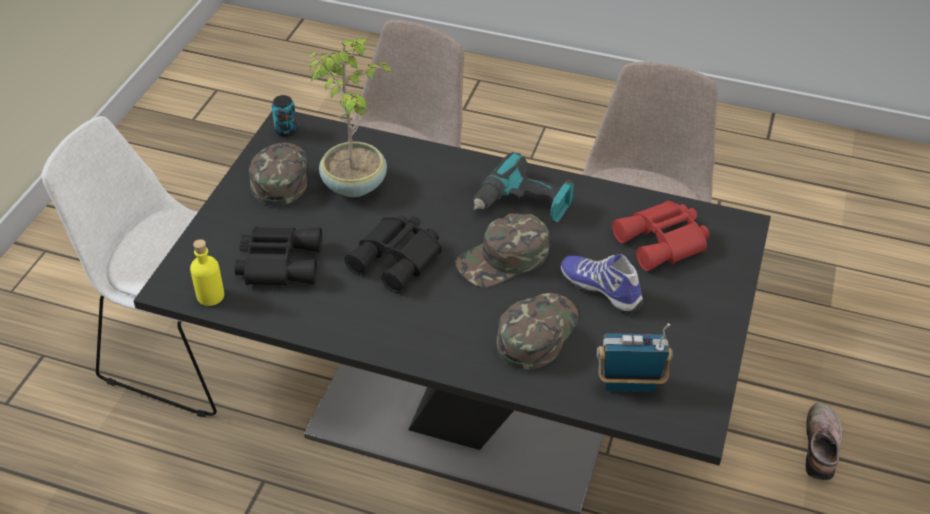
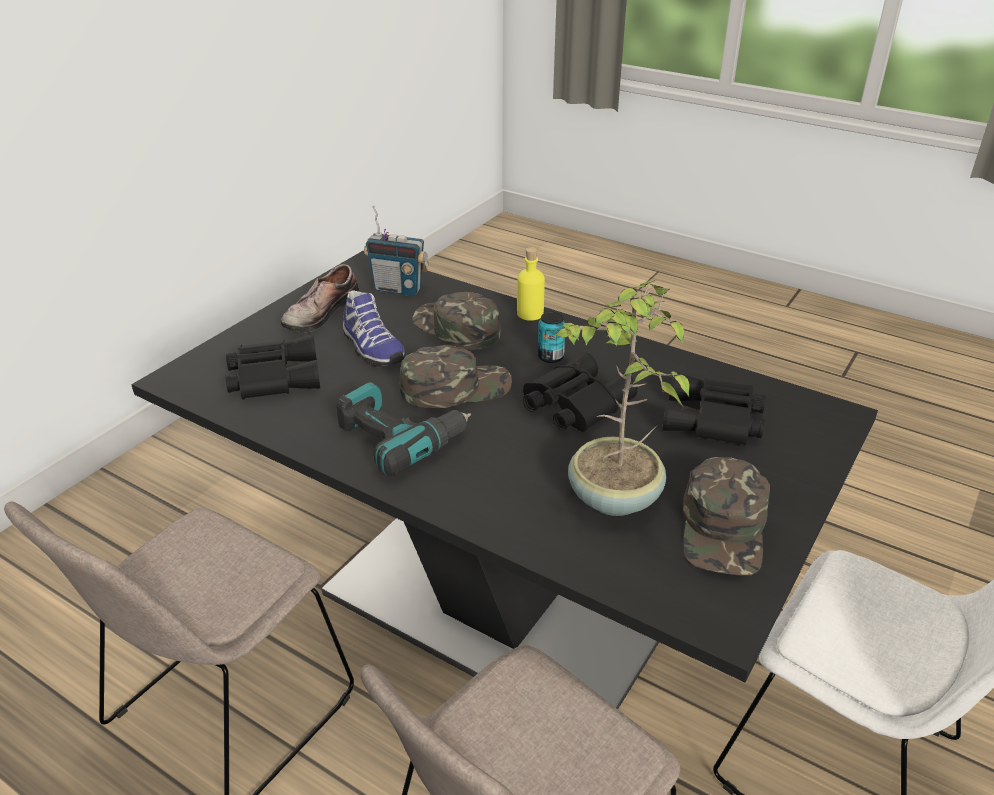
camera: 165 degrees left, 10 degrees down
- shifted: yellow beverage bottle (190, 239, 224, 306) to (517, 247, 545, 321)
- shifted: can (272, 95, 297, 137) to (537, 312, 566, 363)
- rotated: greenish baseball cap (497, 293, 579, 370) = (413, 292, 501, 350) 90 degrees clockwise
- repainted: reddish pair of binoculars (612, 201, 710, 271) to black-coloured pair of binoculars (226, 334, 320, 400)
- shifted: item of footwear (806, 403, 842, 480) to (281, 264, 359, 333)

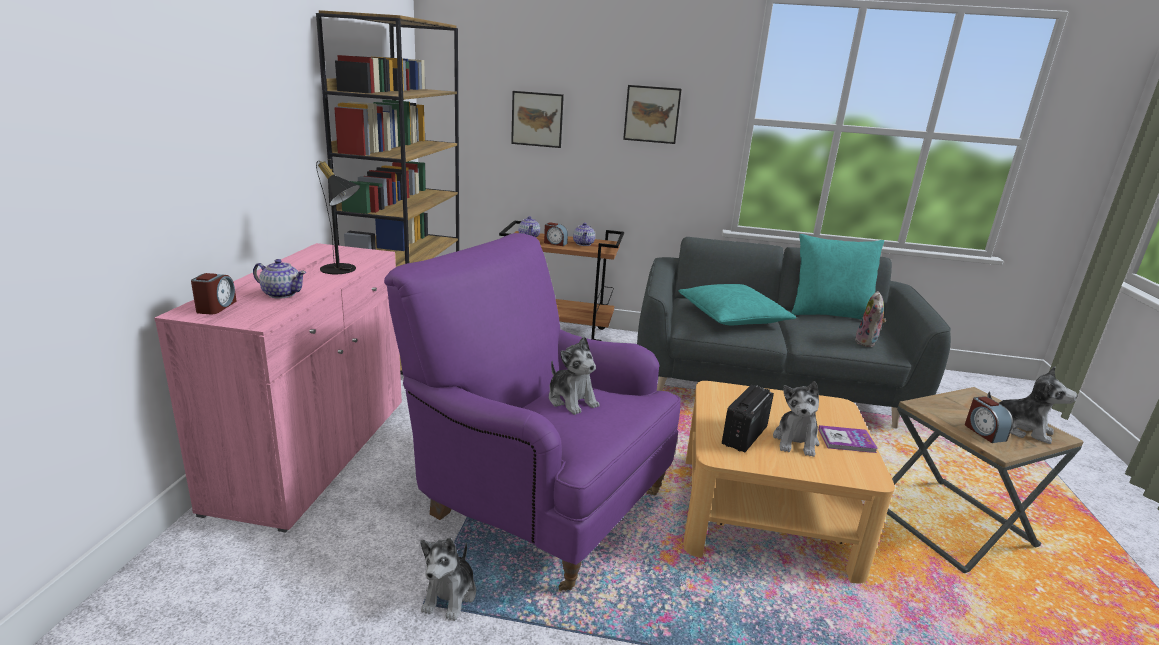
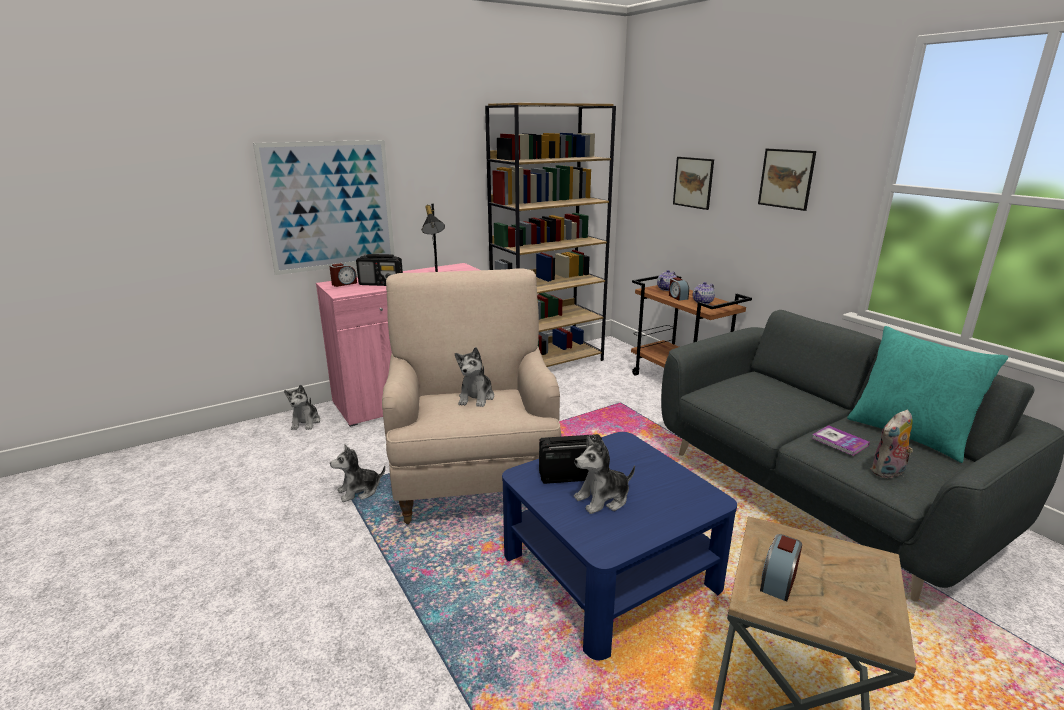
camera: 50 degrees right, 0 degrees up
- swapped: teapot (253, 259, 306, 299) to radio (356, 254, 403, 286)
- repainted: purplish armchair (384, 233, 681, 591) to beige armchair (382, 268, 561, 524)
- gone: turquoise-coloured throw pillow (678, 284, 797, 325)
- repainted: beige low table (683, 381, 895, 584) to blue-coloured low table (502, 432, 737, 660)
- shifted: volume (818, 425, 878, 453) to (812, 425, 870, 456)
- shifted: soft toy (987, 366, 1077, 444) to (284, 385, 320, 430)
- new: picture (253, 140, 395, 275)

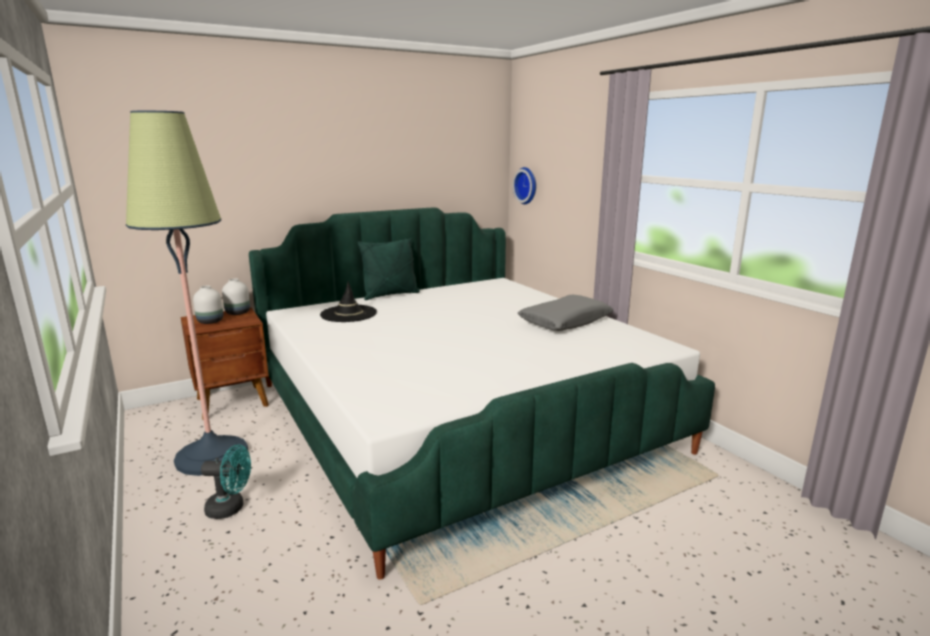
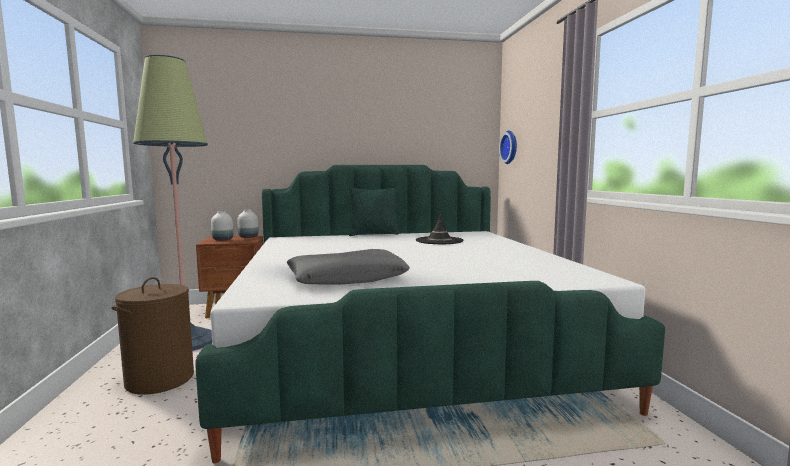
camera: 20 degrees right, 10 degrees down
- swapped: turquoise-coloured fan (201, 444, 251, 519) to brownish laundry basket (112, 277, 194, 395)
- shifted: black-coloured clothing hat (320, 281, 377, 322) to (416, 213, 464, 244)
- shifted: greyish throw pillow (518, 295, 614, 331) to (287, 249, 410, 285)

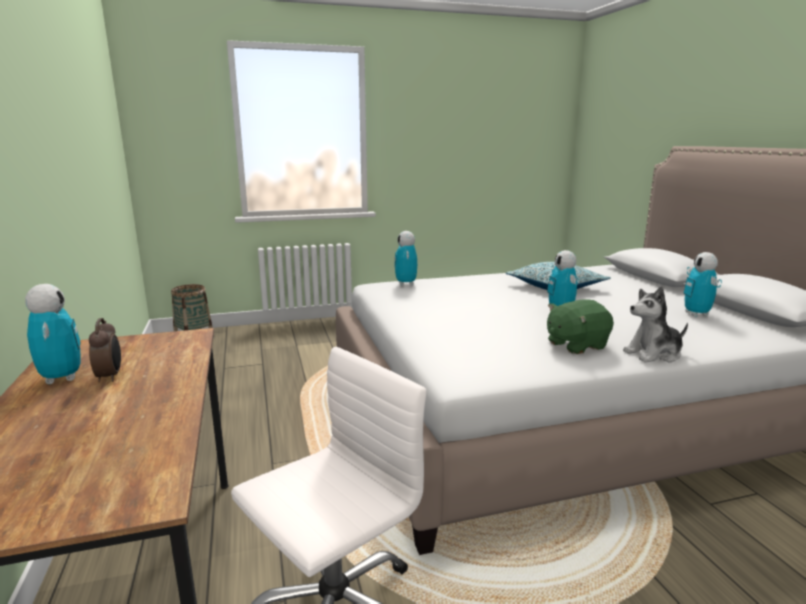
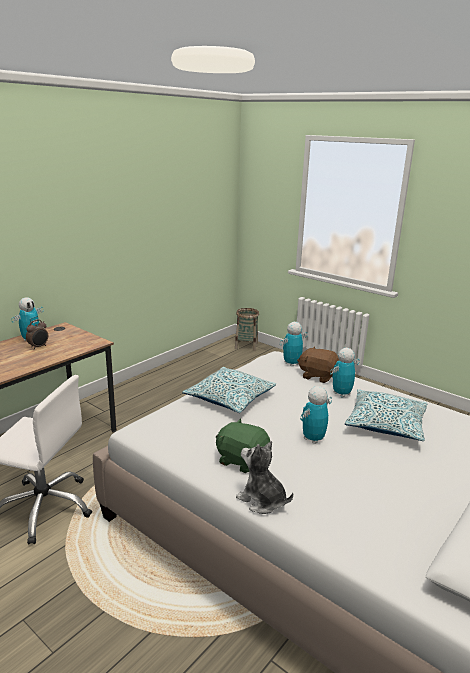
camera: 55 degrees right, 5 degrees up
- shifted: robot figure (683, 252, 722, 317) to (330, 348, 359, 397)
- new: throw pillow (182, 367, 276, 413)
- new: brownish soft toy (297, 346, 339, 383)

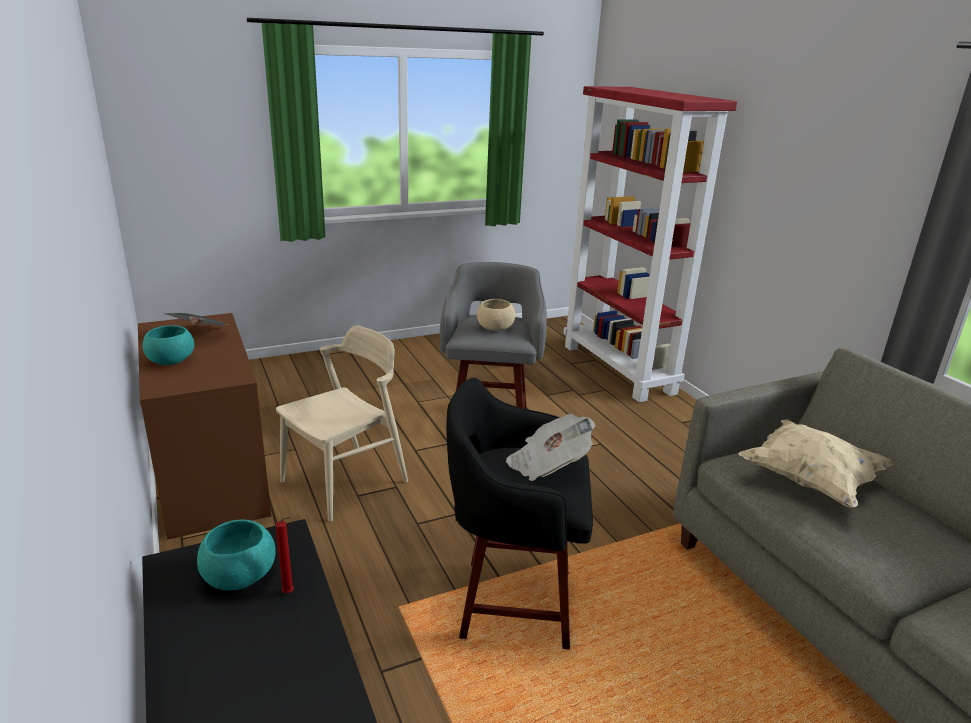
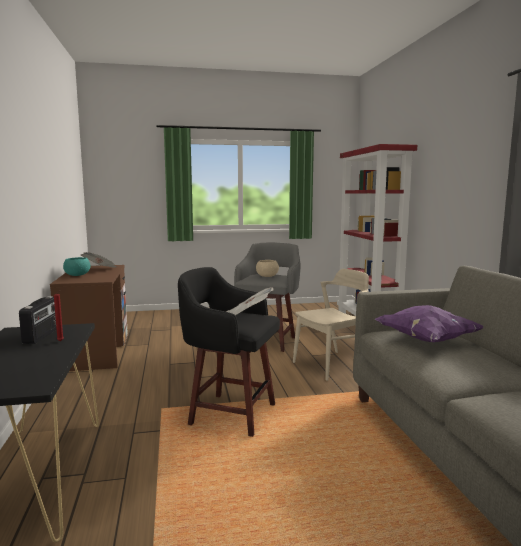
camera: 15 degrees right, 15 degrees down
- swapped: turquoise-coloured deep dish (197, 520, 275, 590) to radio (19, 296, 56, 344)
- shifted: beige chair (276, 325, 408, 522) to (293, 269, 369, 381)
- repainted: beige throw pillow (738, 419, 893, 508) to purplish throw pillow (375, 305, 484, 342)

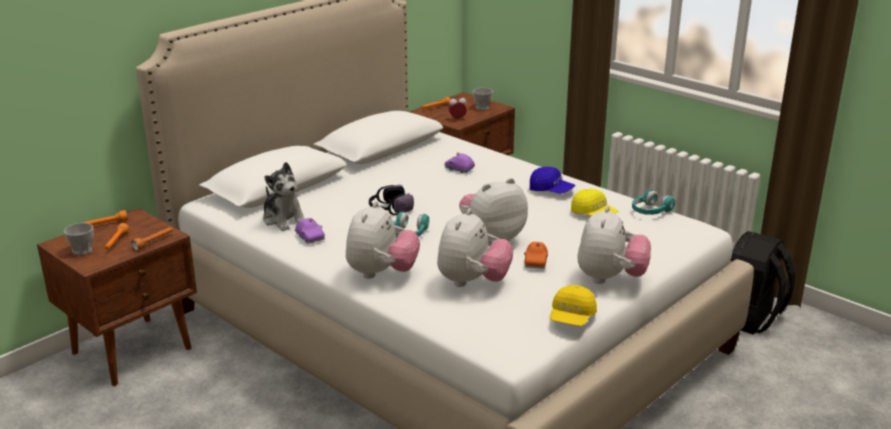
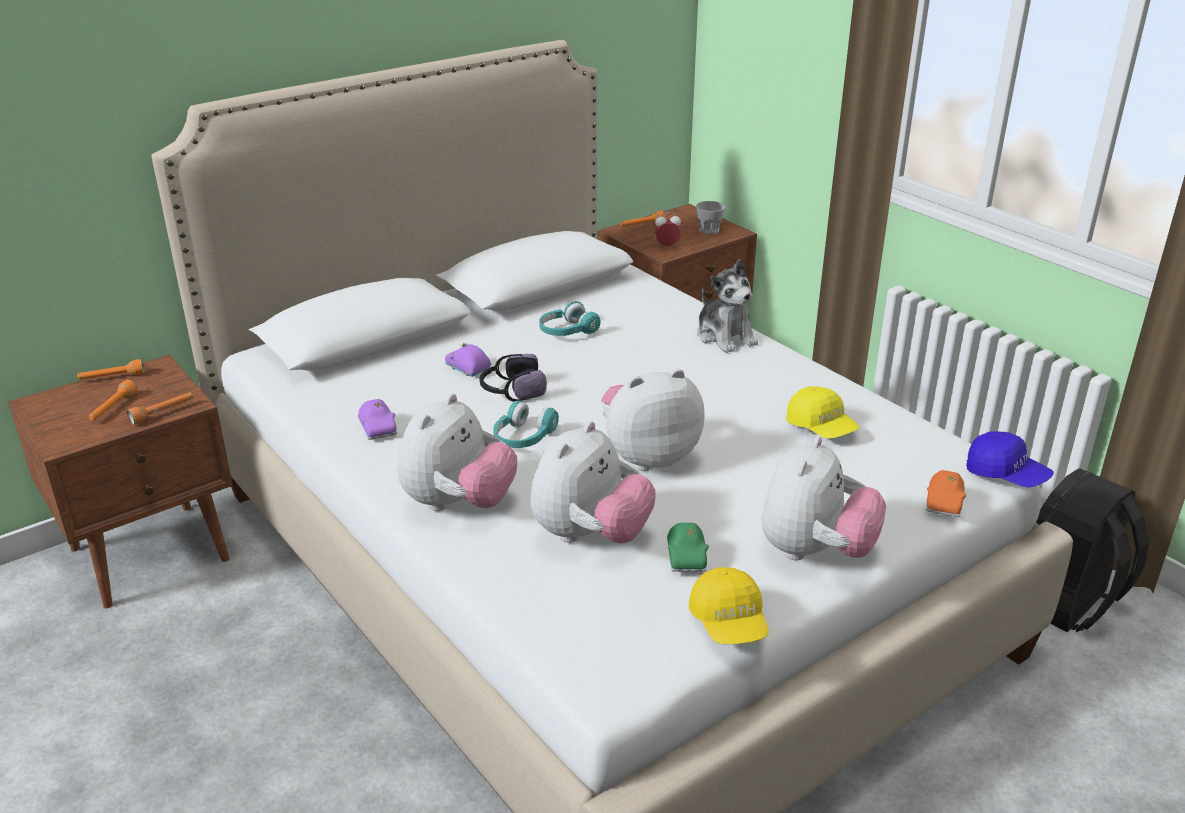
camera: 10 degrees right, 5 degrees up
- gone: drinking cup (64, 223, 94, 255)
- shifted: soft toy (263, 162, 305, 231) to (697, 259, 758, 353)
- shifted: purplish miniature car (445, 152, 475, 173) to (445, 342, 492, 377)
- shifted: orange-coloured miniature car (524, 242, 548, 269) to (926, 470, 966, 517)
- shifted: blue-coloured baseball cap (530, 167, 576, 194) to (966, 431, 1054, 488)
- rotated: yellow baseball cap (550, 285, 597, 326) = (689, 567, 769, 644) 45 degrees counterclockwise
- shifted: turquoise-coloured pair of headphones (632, 189, 675, 215) to (539, 301, 601, 336)
- new: greenish miniature car (667, 523, 709, 572)

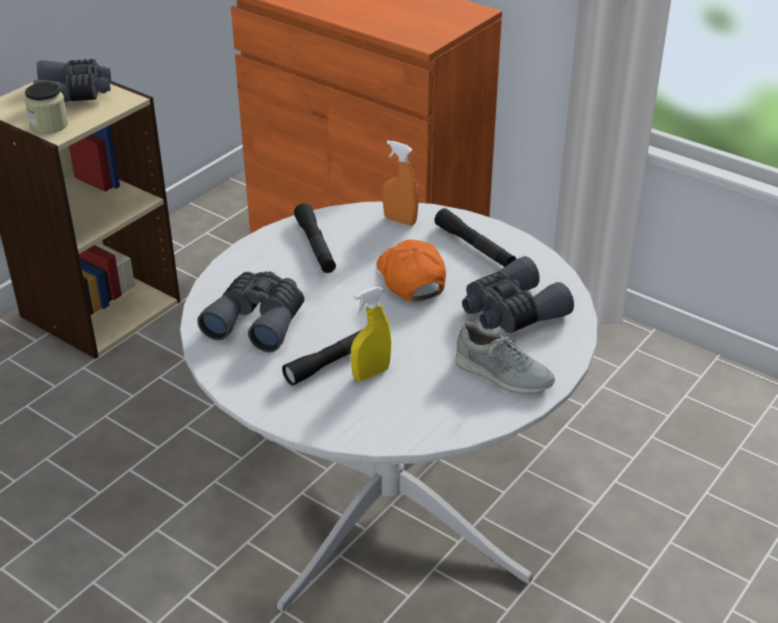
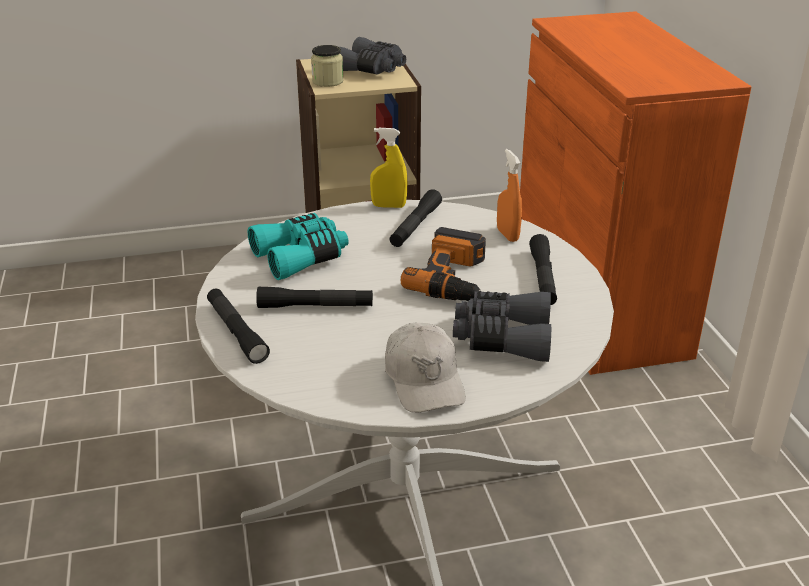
camera: 40 degrees right, 5 degrees down
- repainted: greyish pair of binoculars (197, 271, 305, 352) to turquoise-coloured pair of binoculars (248, 213, 349, 280)
- shifted: yellow hand sprayer (351, 286, 391, 381) to (370, 128, 407, 208)
- swapped: orange-coloured baseball cap (377, 239, 446, 302) to power drill (401, 227, 486, 301)
- swapped: greyish item of footwear (455, 322, 555, 394) to white baseball cap (385, 323, 466, 413)
- new: black-coloured hand torch (207, 289, 270, 364)

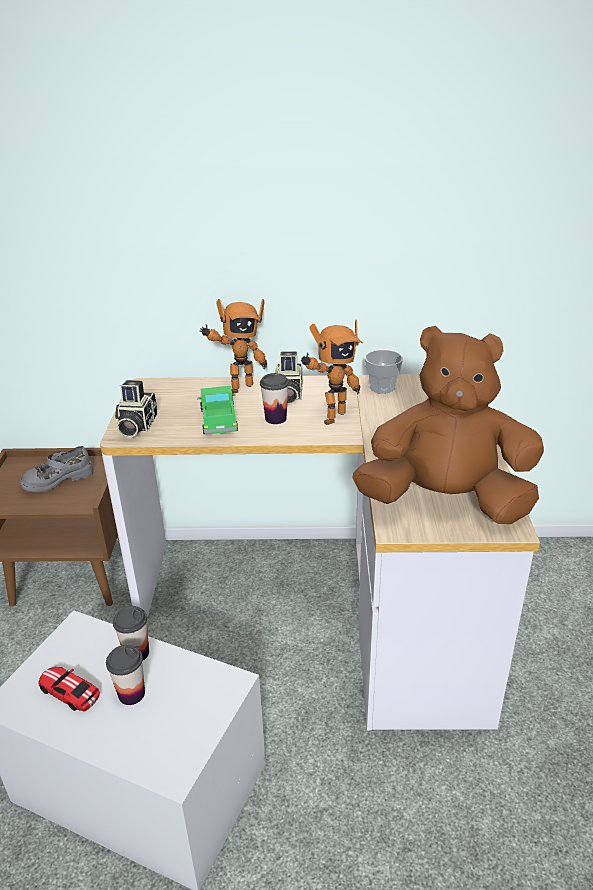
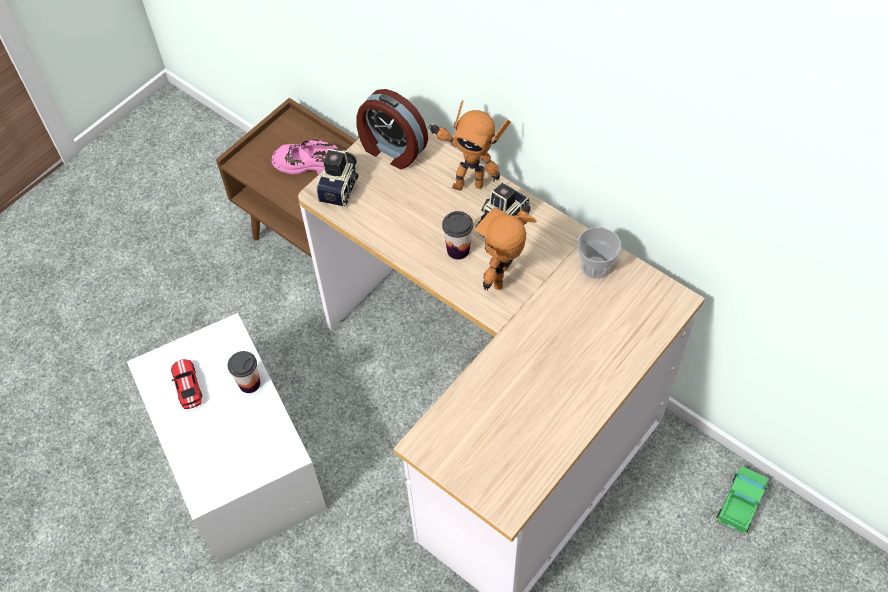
camera: 40 degrees right, 25 degrees up
- repainted: greyish item of footwear (20, 446, 94, 493) to pink-coloured item of footwear (272, 140, 338, 174)
- gone: drinking cup (106, 645, 145, 705)
- rotated: photo camera (115, 380, 157, 438) = (316, 148, 359, 207) 150 degrees clockwise
- shifted: toy truck (197, 386, 238, 435) to (716, 466, 769, 536)
- rotated: robot figure (301, 320, 363, 425) = (475, 201, 537, 290) 120 degrees clockwise
- gone: brownish soft toy (352, 326, 544, 524)
- new: bedside clock (356, 89, 428, 169)

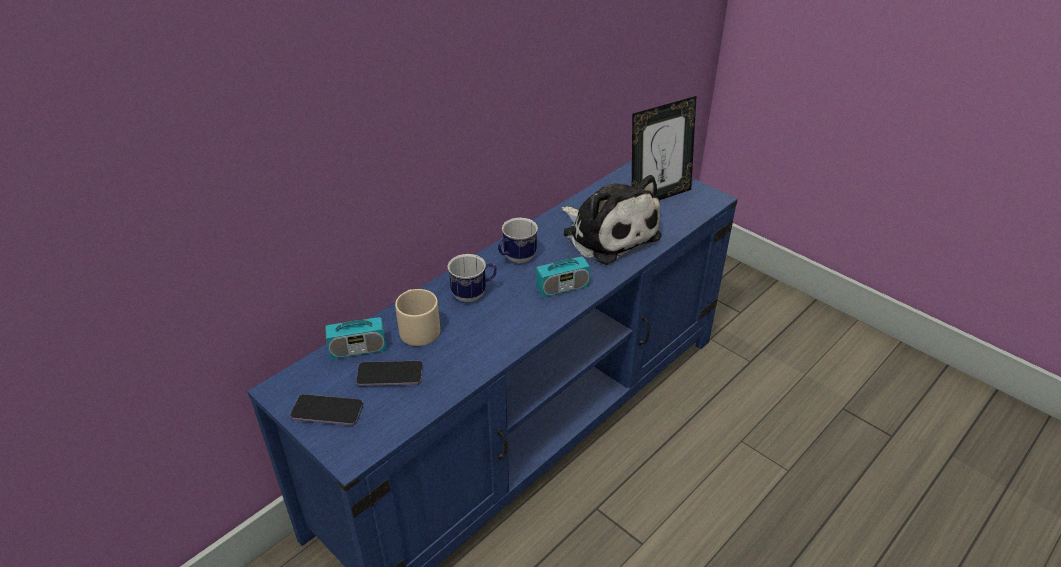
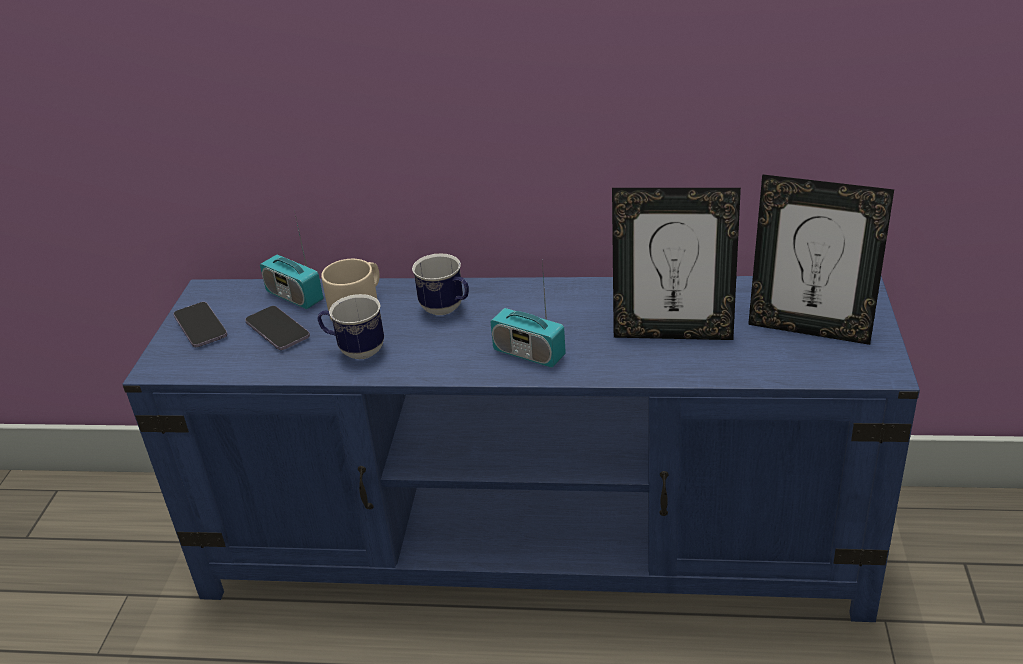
camera: 55 degrees right, 5 degrees down
- shifted: mug (498, 217, 538, 263) to (318, 294, 384, 359)
- swapped: soft toy (561, 175, 662, 265) to picture frame (612, 188, 741, 340)

